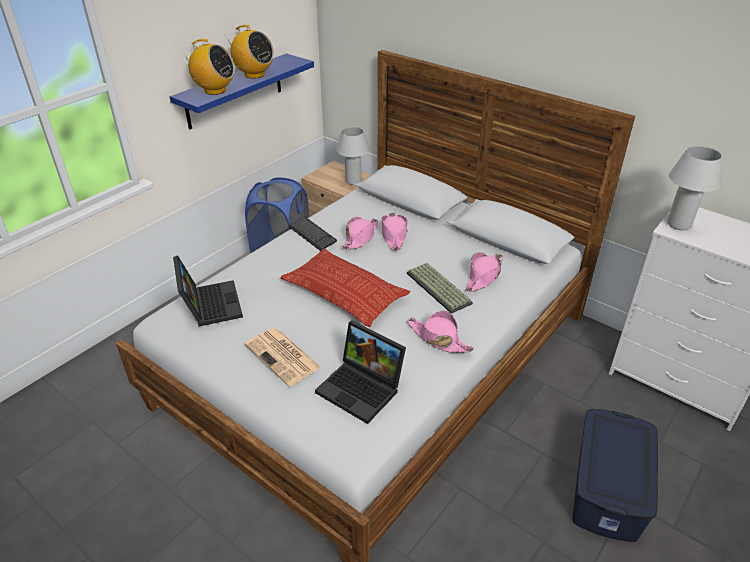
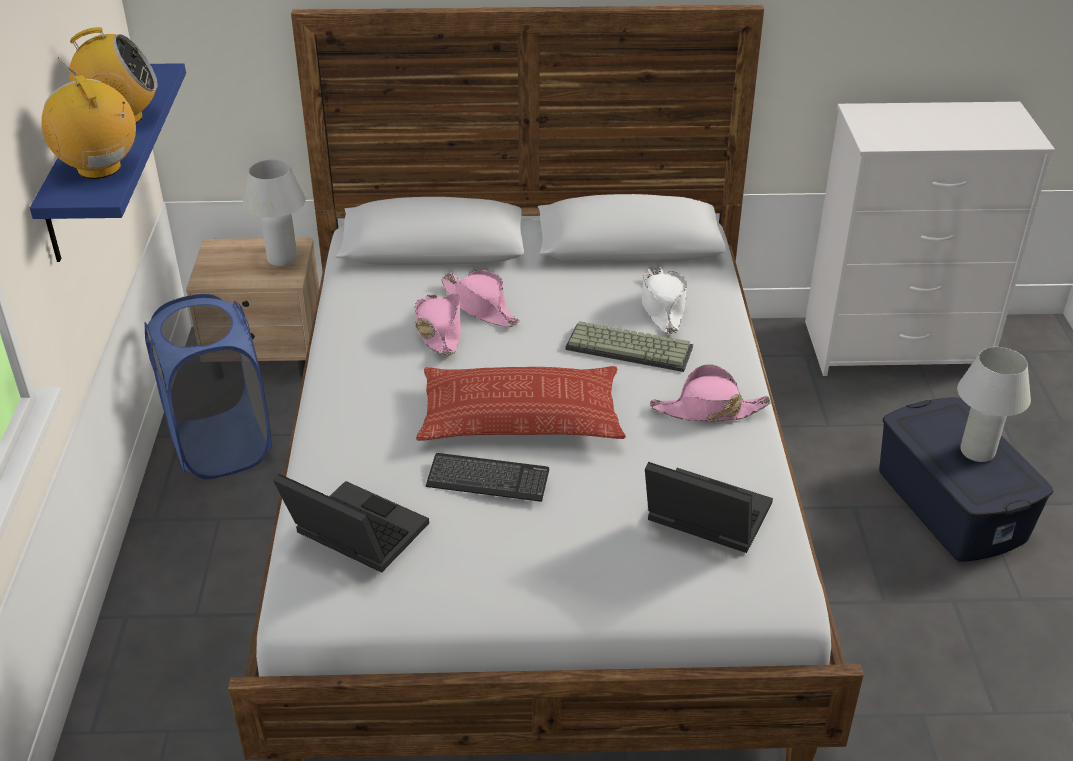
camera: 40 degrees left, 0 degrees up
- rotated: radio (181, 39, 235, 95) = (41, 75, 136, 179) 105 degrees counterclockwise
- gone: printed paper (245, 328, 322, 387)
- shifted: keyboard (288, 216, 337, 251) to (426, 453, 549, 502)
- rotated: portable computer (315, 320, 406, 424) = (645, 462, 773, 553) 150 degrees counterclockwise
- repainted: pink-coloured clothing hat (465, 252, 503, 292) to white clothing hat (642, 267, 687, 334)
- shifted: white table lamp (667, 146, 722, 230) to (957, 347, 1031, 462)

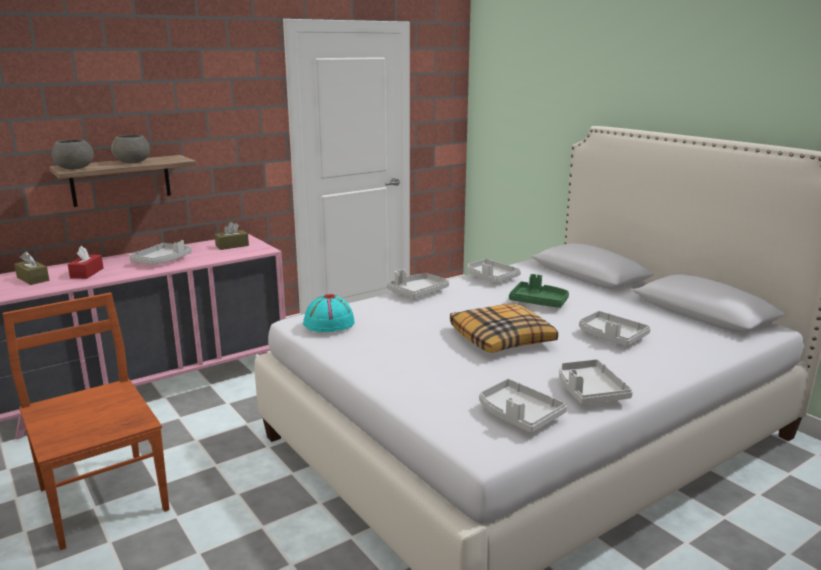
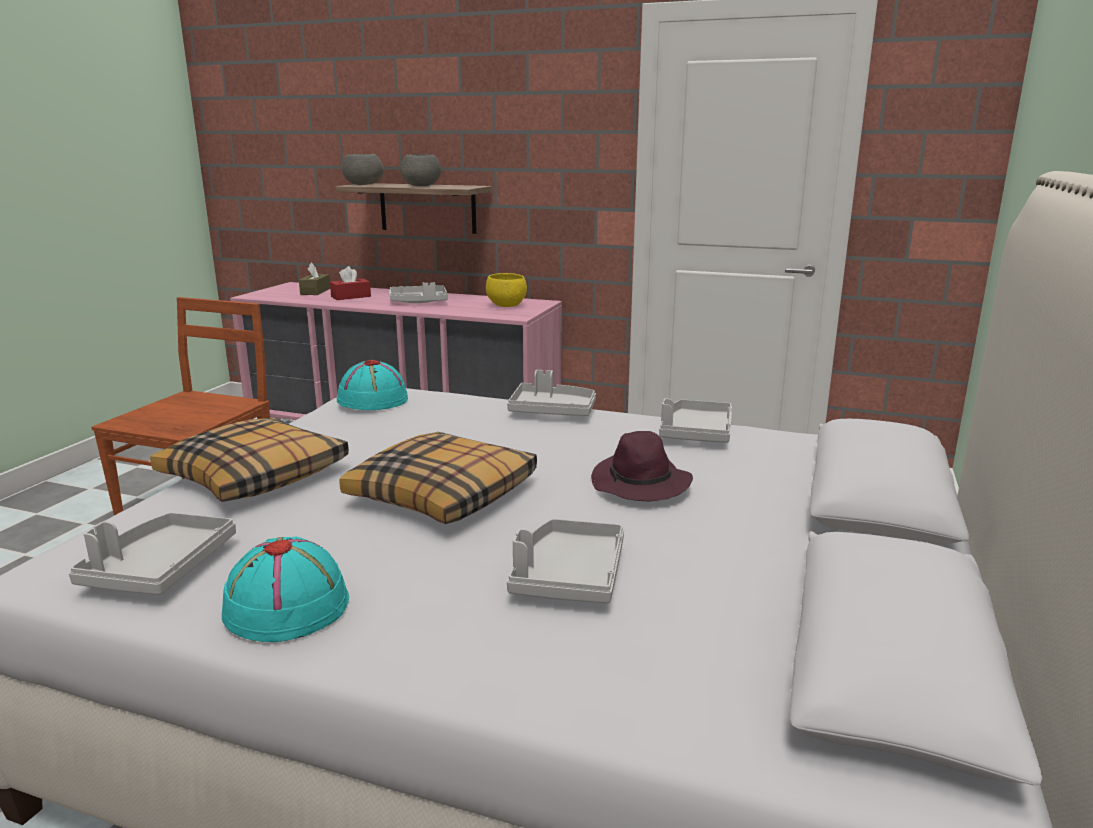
camera: 55 degrees right, 0 degrees up
- swapped: brownish tissue box (215, 222, 249, 250) to yellow deep dish (486, 273, 527, 307)
- swapped: greenish tray (509, 274, 569, 308) to purplish clothing hat (591, 431, 693, 501)
- swapped: greyish tray (559, 359, 633, 404) to turquoise-coloured clothing hat (222, 537, 349, 642)
- new: throw pillow (150, 417, 349, 502)

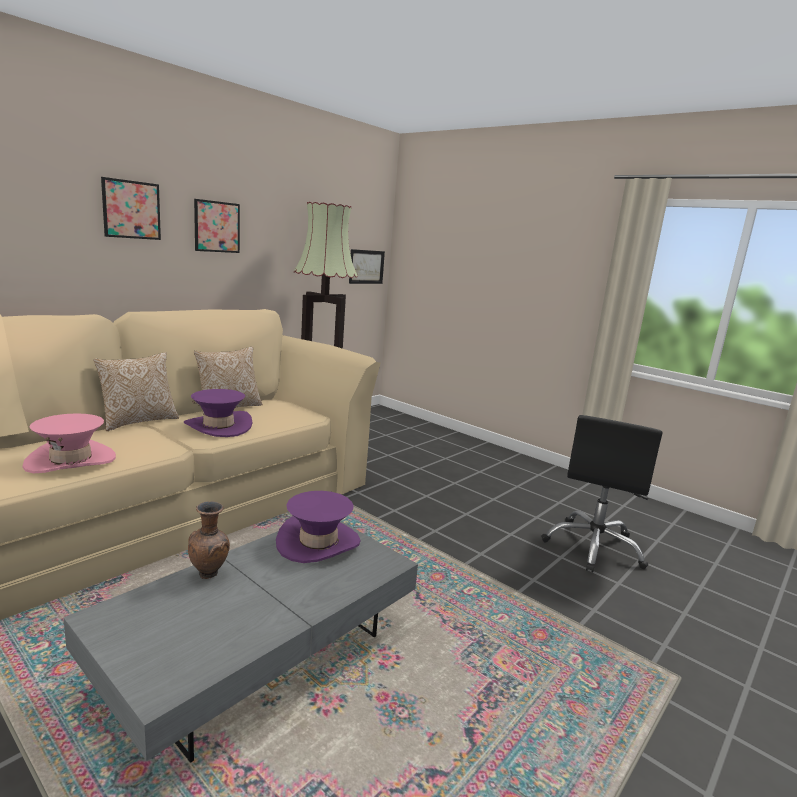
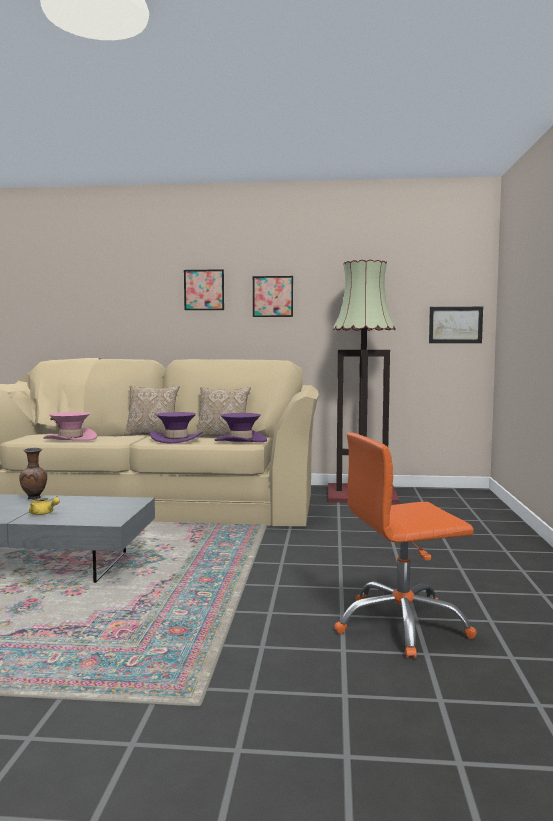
camera: 55 degrees right, 10 degrees down
- shifted: purplish clothing hat (276, 491, 360, 563) to (215, 413, 267, 442)
- repainted: black-coloured desk chair (541, 415, 662, 573) to orange-coloured desk chair (334, 432, 476, 659)
- new: yellow teapot (29, 497, 60, 515)

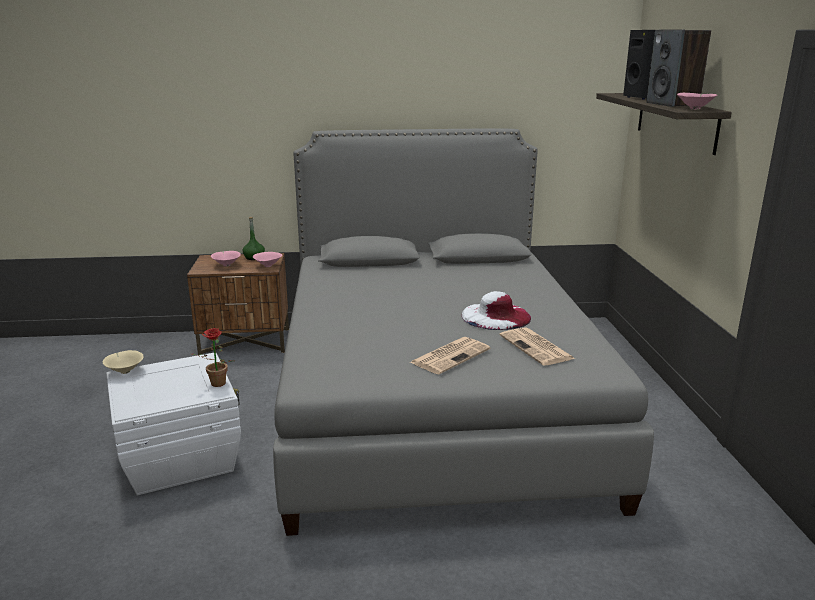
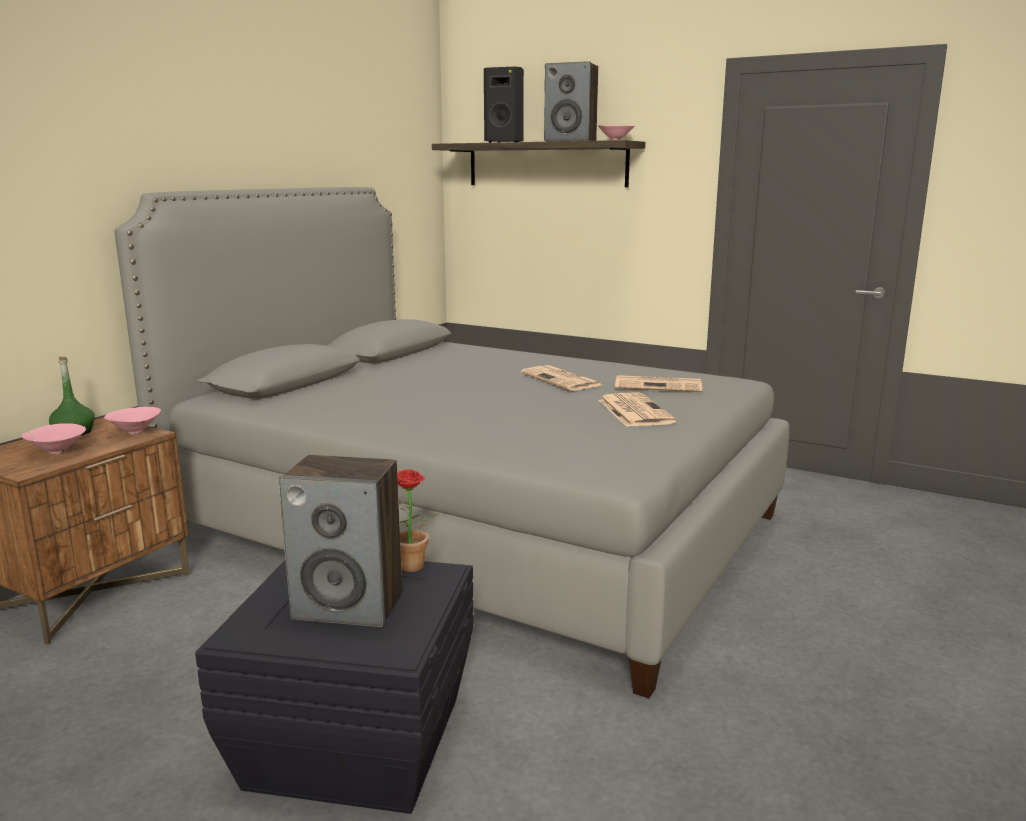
camera: 55 degrees left, 5 degrees down
- gone: beige deep dish (103, 350, 144, 374)
- repainted: white storage box (106, 353, 241, 496) to black-coloured storage box (195, 560, 474, 814)
- swapped: white clothing hat (462, 291, 531, 330) to printed paper (521, 365, 601, 390)
- new: speaker (279, 455, 402, 627)

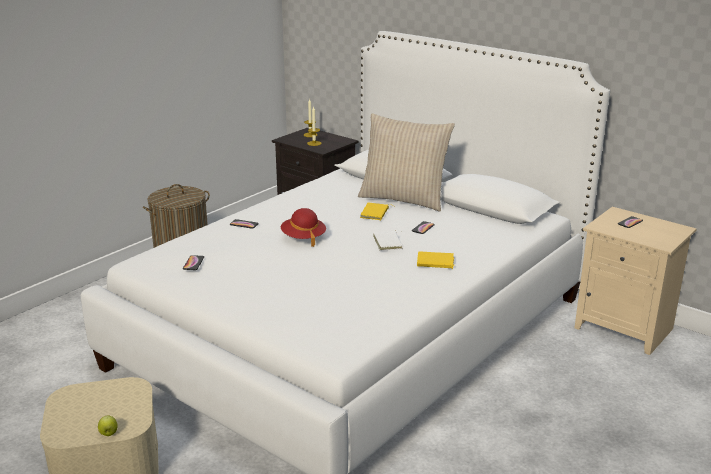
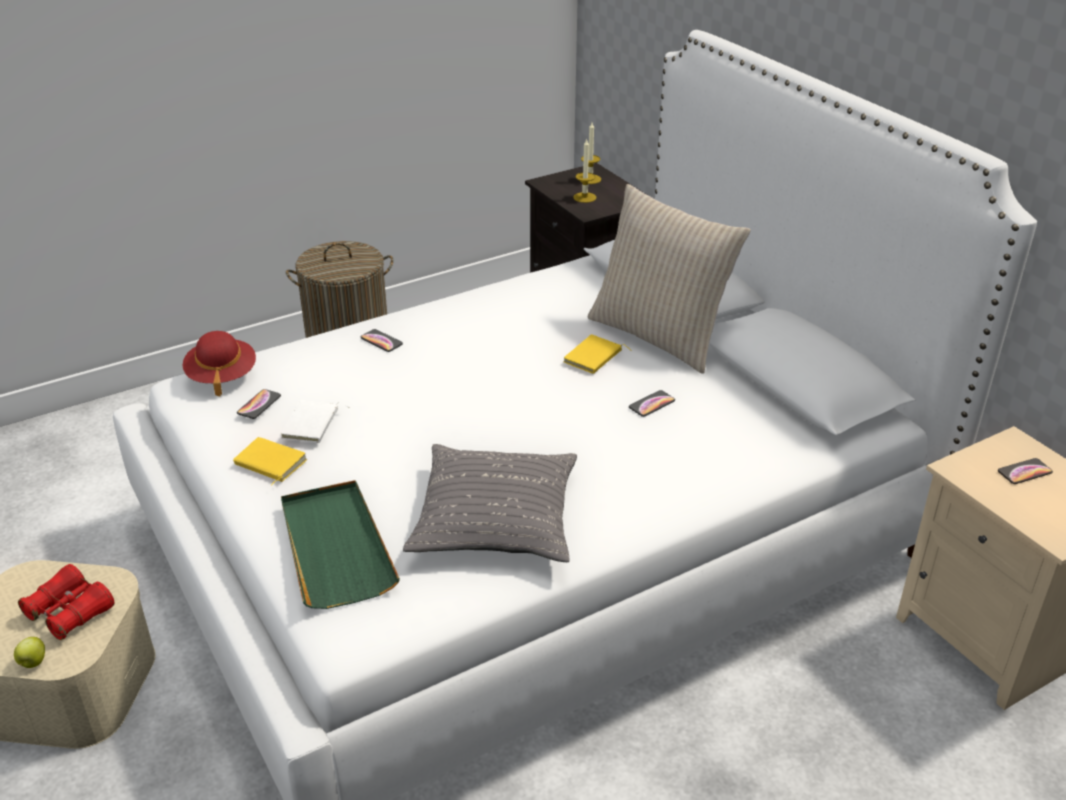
camera: 20 degrees right, 10 degrees up
- shifted: reddish clothing hat (281, 208, 326, 247) to (183, 331, 256, 397)
- shifted: white volume (373, 230, 403, 251) to (281, 400, 349, 443)
- shifted: yellow volume (417, 252, 454, 270) to (233, 437, 307, 486)
- new: reddish pair of binoculars (18, 564, 115, 640)
- new: greenish tray (281, 480, 400, 609)
- new: greyish throw pillow (403, 444, 577, 562)

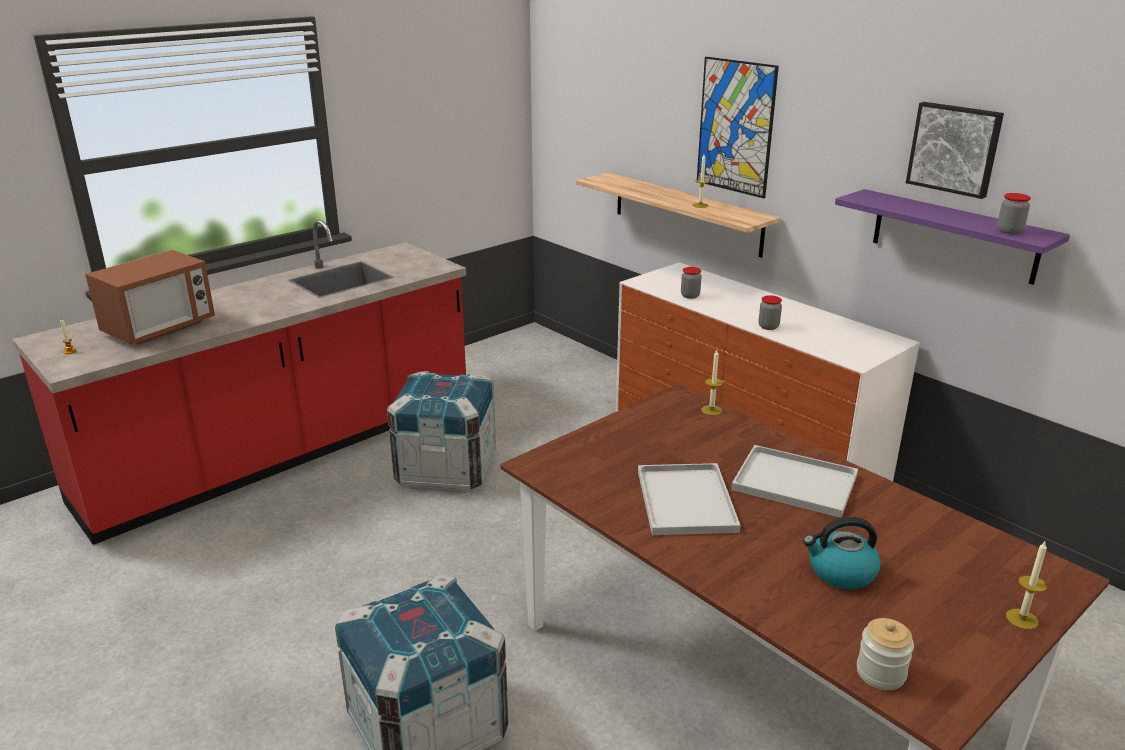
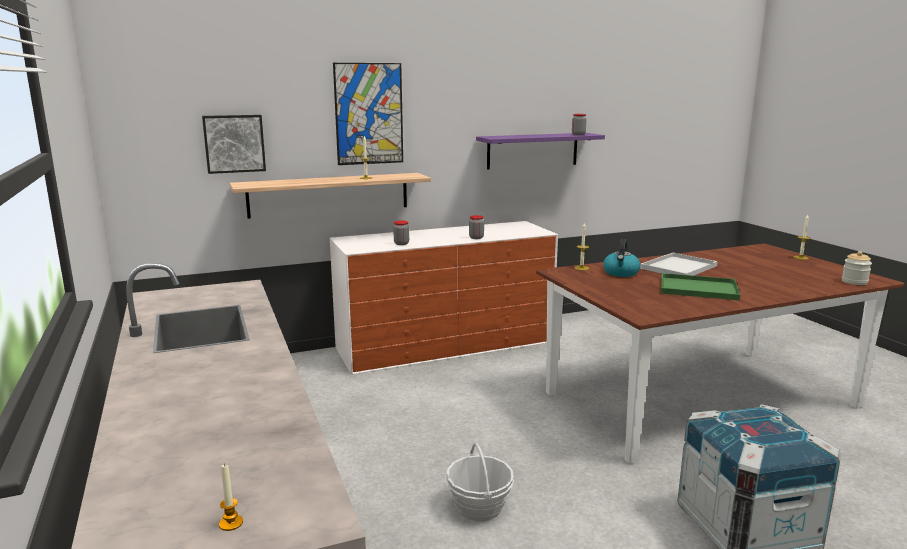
camera: 70 degrees left, 10 degrees down
- gone: kitchen microwave (85, 250, 215, 345)
- gone: shipping crate (387, 371, 496, 493)
- repainted: white tray (638, 463, 741, 535) to greenish tray (661, 273, 740, 300)
- shifted: tea kettle (803, 517, 881, 589) to (603, 239, 641, 277)
- shifted: picture (906, 102, 1004, 199) to (202, 115, 266, 174)
- new: storage basket (446, 443, 514, 522)

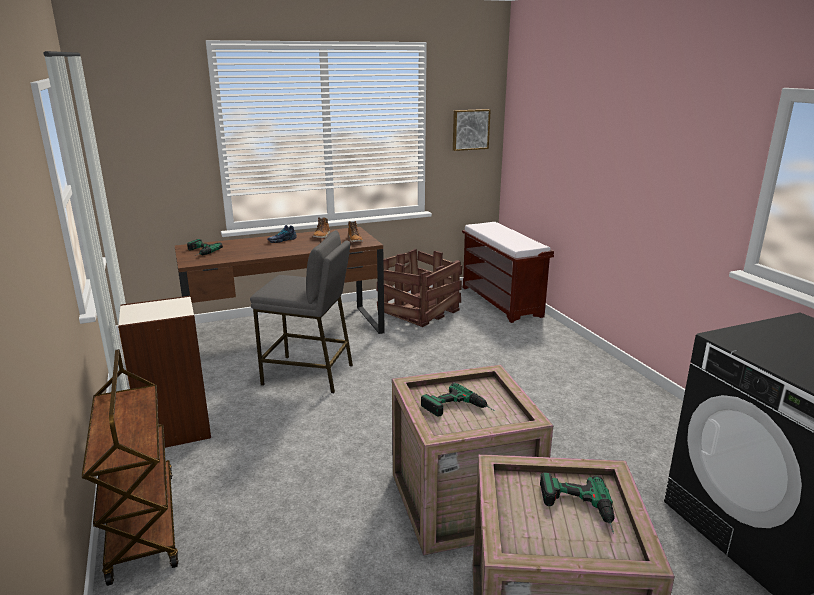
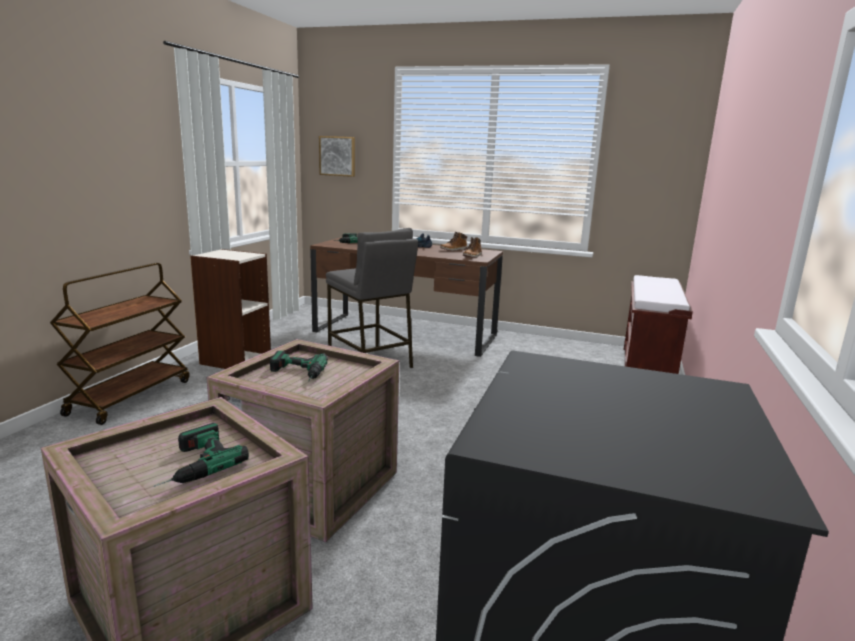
camera: 40 degrees right, 5 degrees down
- gone: shipping crate (377, 249, 463, 327)
- shifted: picture (453, 109, 491, 151) to (319, 136, 355, 177)

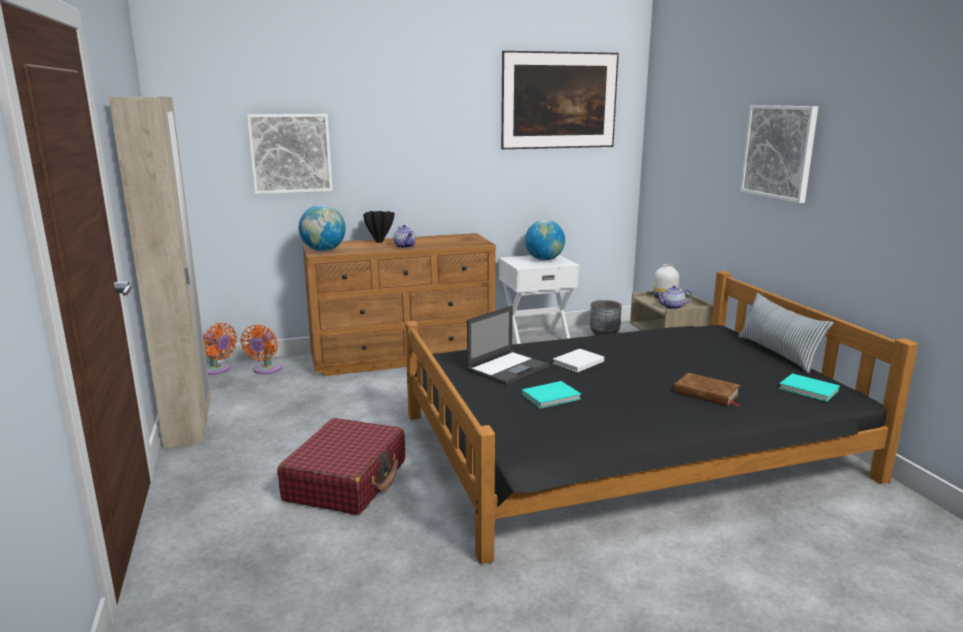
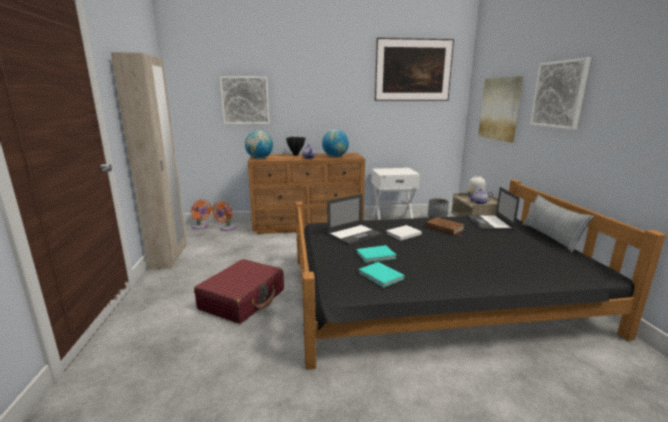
camera: 10 degrees right, 0 degrees up
- shifted: desk globe (525, 220, 565, 260) to (322, 130, 349, 157)
- shifted: brownish volume (674, 373, 741, 406) to (426, 217, 465, 236)
- shifted: turquoise-coloured volume (779, 373, 840, 402) to (358, 262, 404, 288)
- new: portable computer (467, 187, 520, 230)
- new: picture (478, 76, 523, 143)

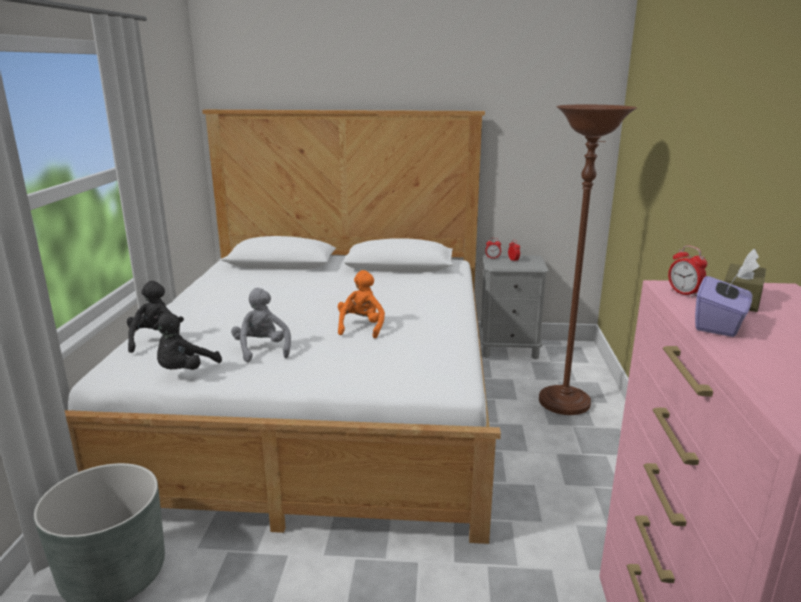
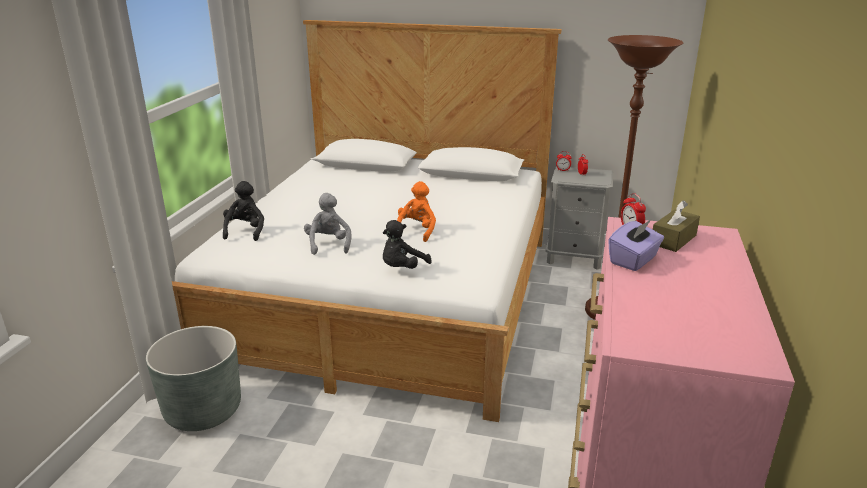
camera: 10 degrees right, 5 degrees up
- shifted: black-coloured soft toy (153, 312, 222, 370) to (383, 220, 431, 269)

